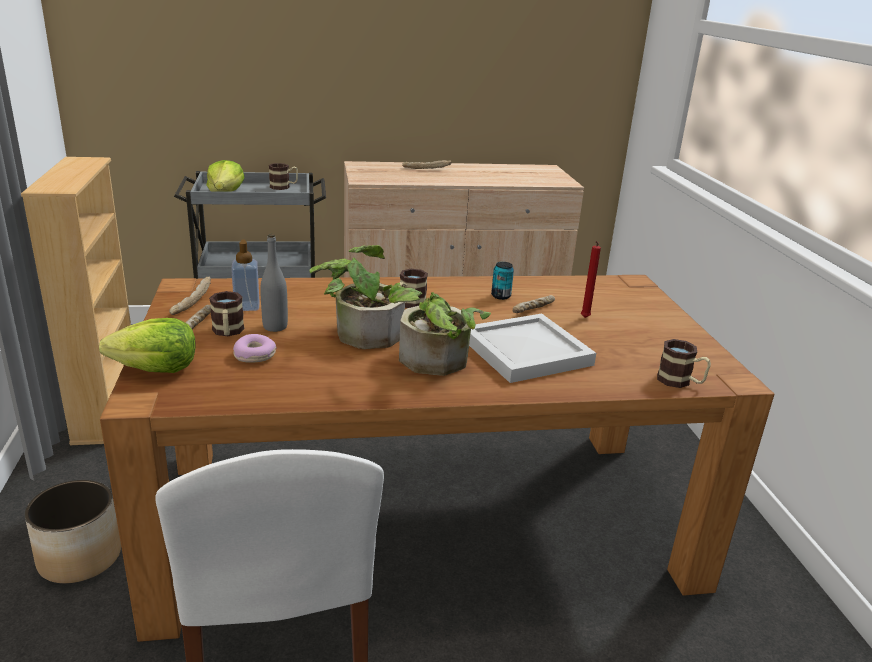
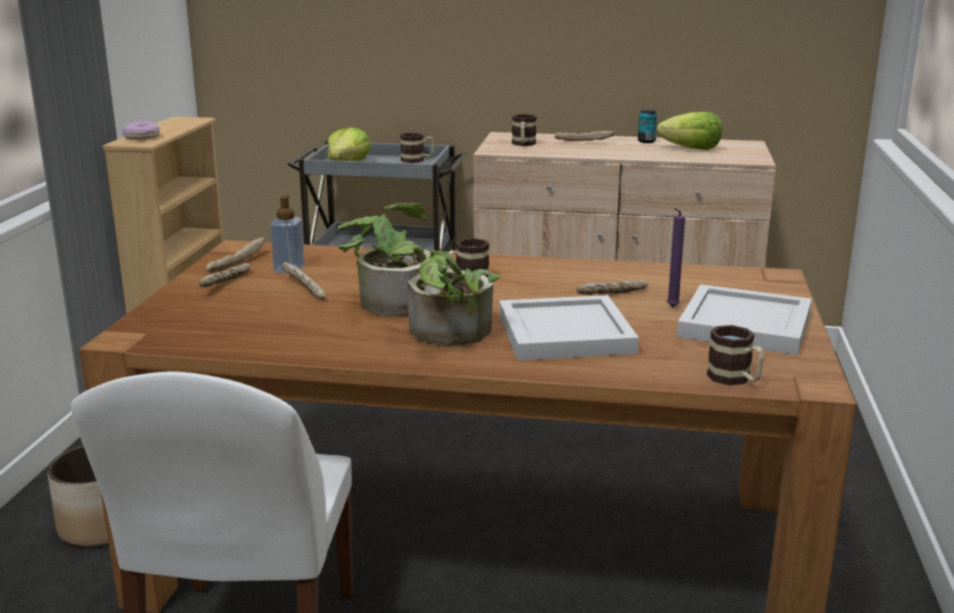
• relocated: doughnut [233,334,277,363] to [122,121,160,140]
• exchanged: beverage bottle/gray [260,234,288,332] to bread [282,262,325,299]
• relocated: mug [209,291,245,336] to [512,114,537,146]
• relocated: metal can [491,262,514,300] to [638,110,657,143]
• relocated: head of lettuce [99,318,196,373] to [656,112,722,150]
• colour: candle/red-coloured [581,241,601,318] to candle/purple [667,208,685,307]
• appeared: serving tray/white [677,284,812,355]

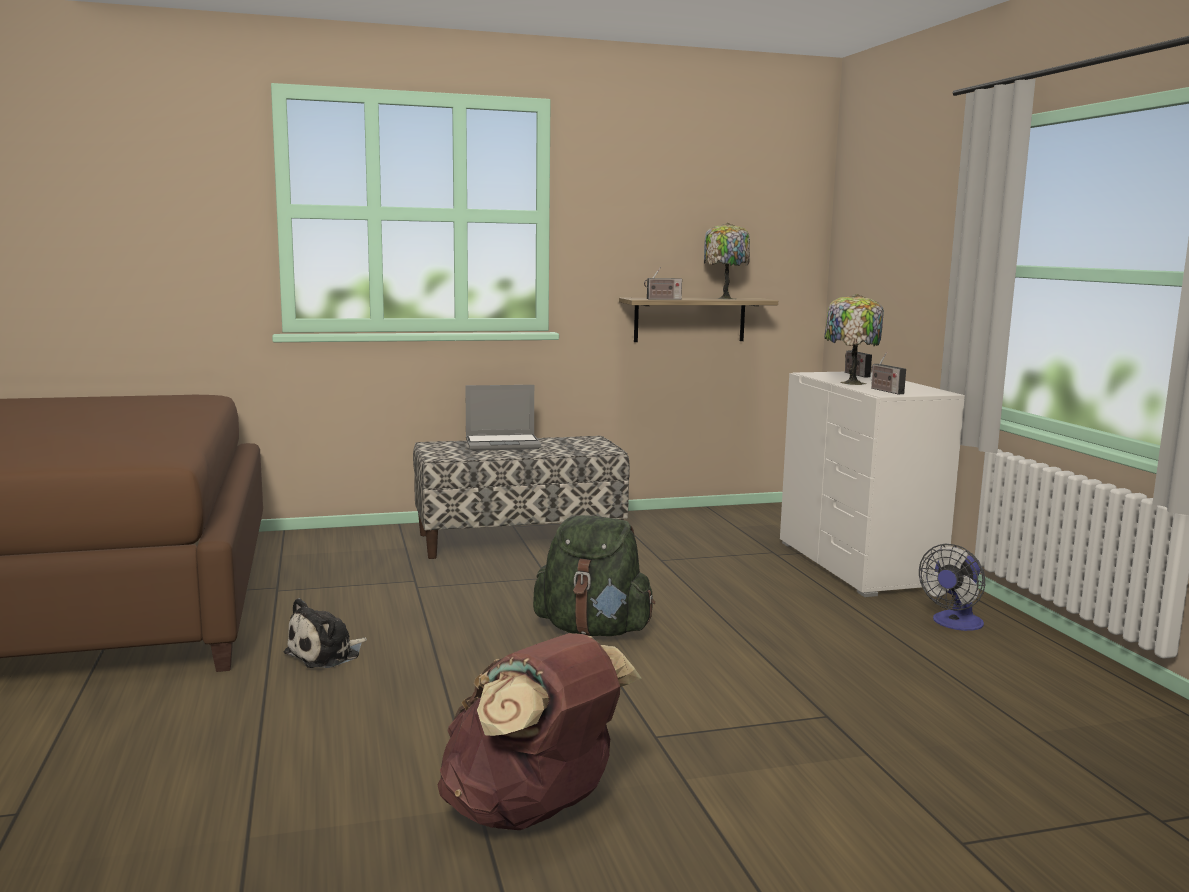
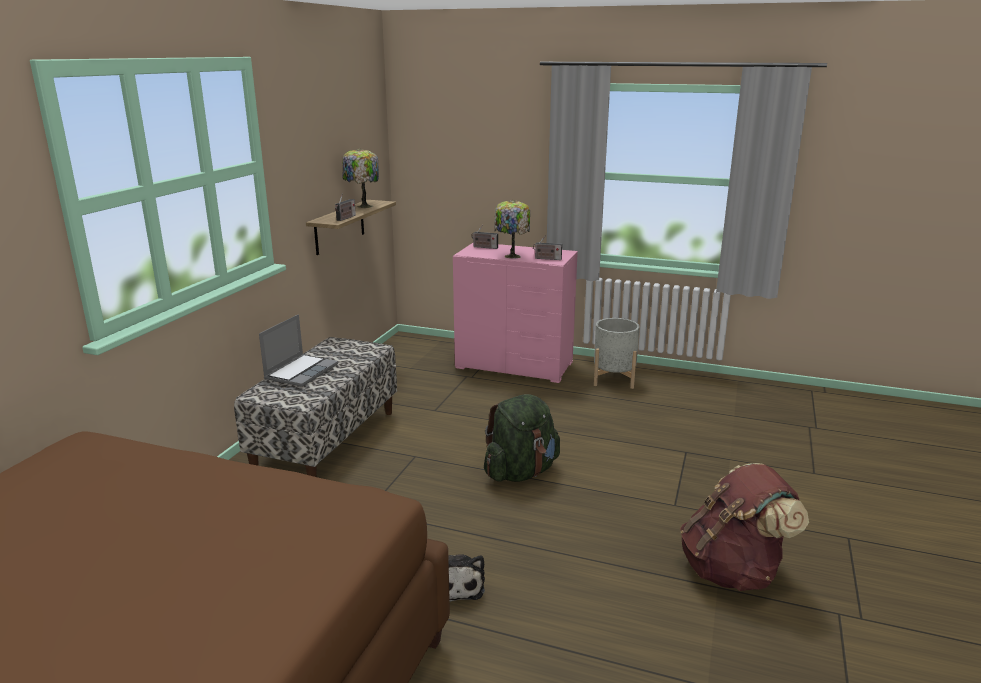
• colour: chest of drawers/white [780,372,965,597] to chest of drawers/pink-coloured [453,242,578,383]
• exchanged: cooling fan [919,544,985,631] to planter/gray [594,318,640,389]

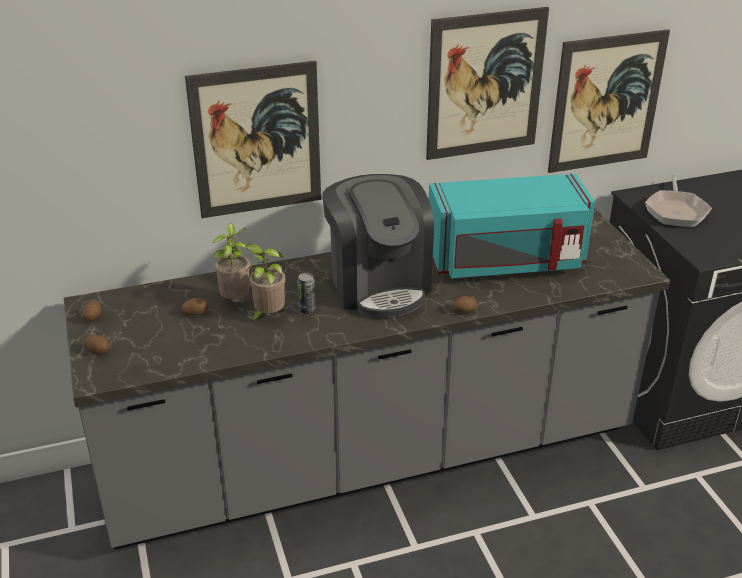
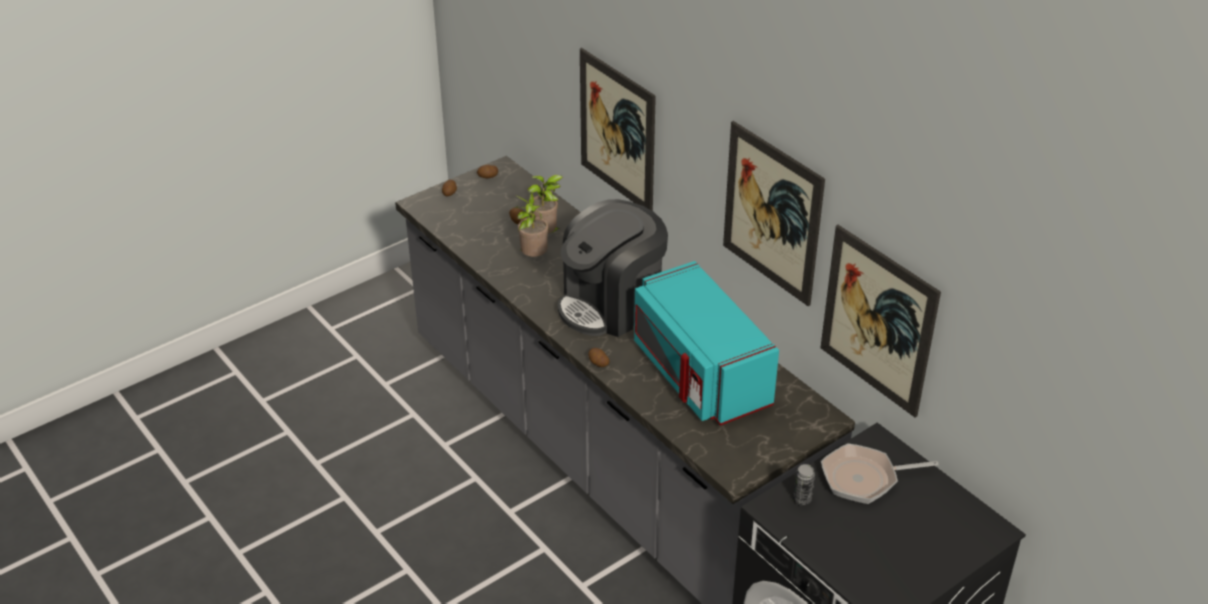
• relocated: metal can [297,273,316,314] to [793,464,815,506]

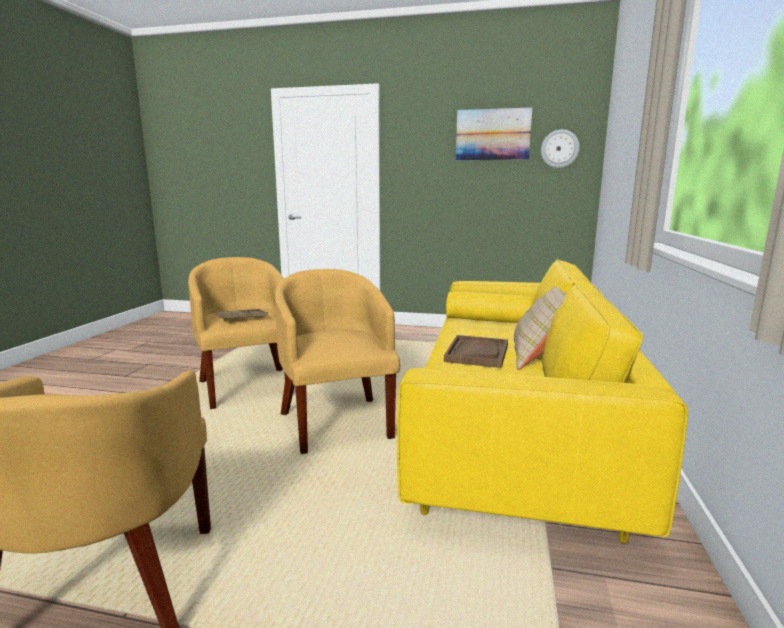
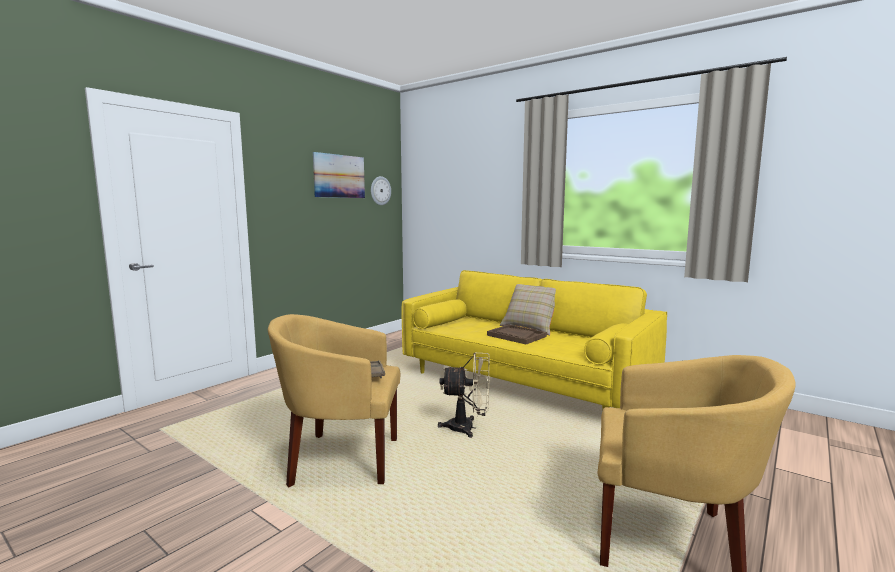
• exchanged: easy chair/yellow-coloured [275,269,400,454] to cooling fan/sand-coloured [438,352,490,438]

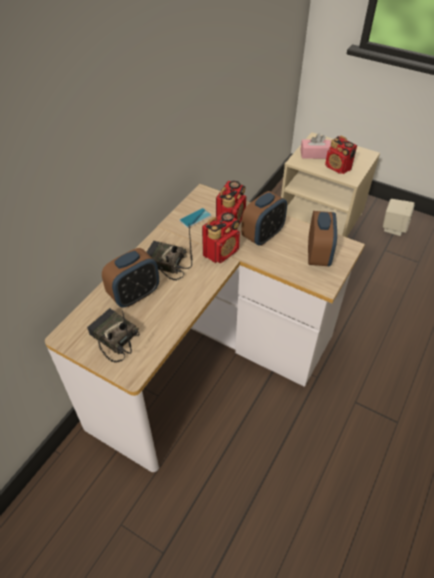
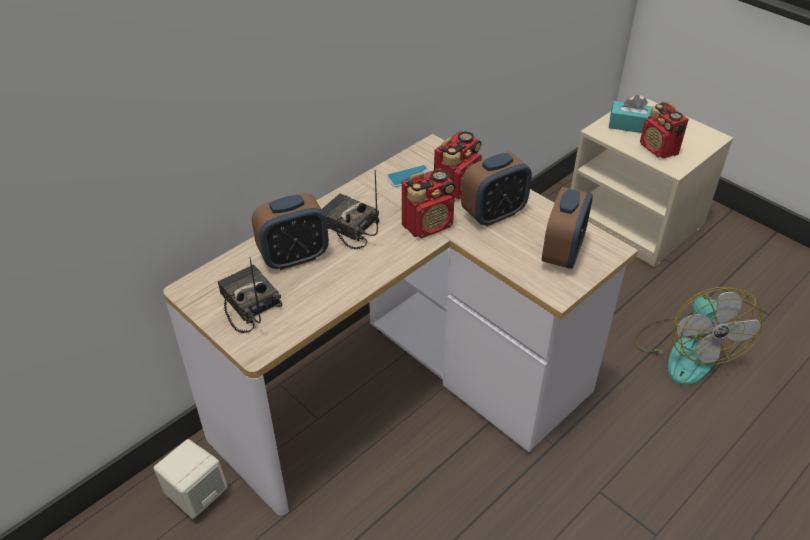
• relocated: speaker/sand-coloured [383,199,415,236] to [153,439,228,519]
• colour: box of tissues/pink-coloured [300,134,331,159] to box of tissues/blue-green [609,95,653,133]
• appeared: cooling fan [633,287,763,385]

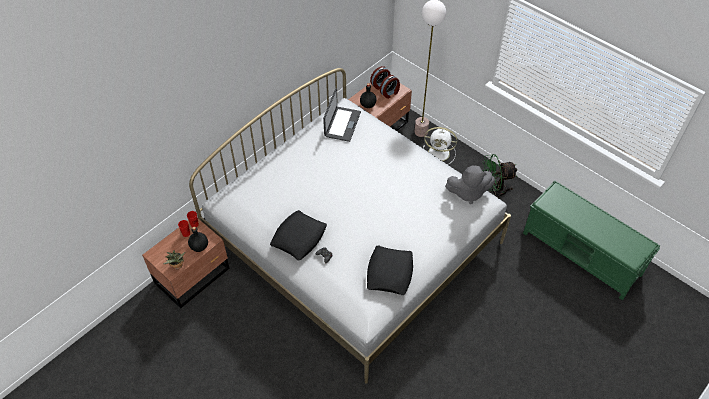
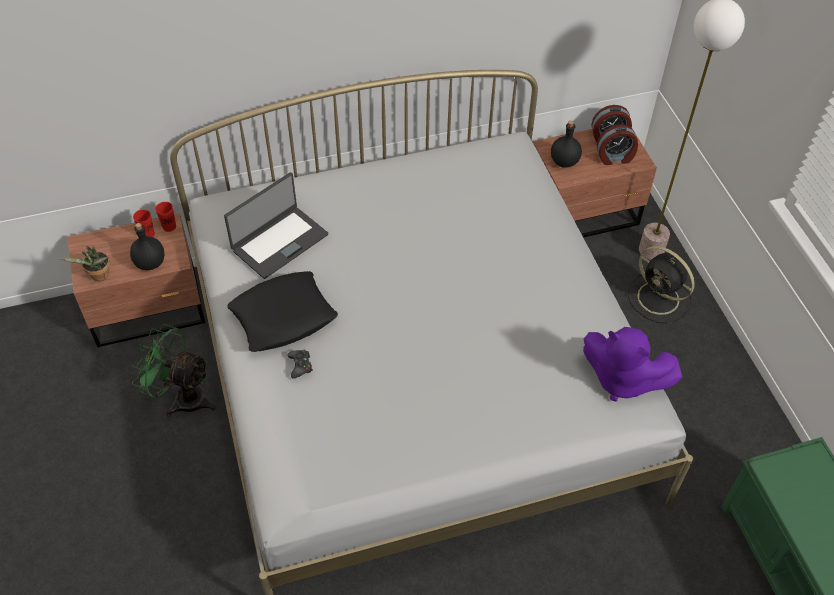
• relocated: cooling fan/green-coloured [482,154,517,198] to [132,324,216,417]
• relocated: notebook computer [323,89,361,142] to [224,172,328,279]
• colour: plush toy/gray [445,166,495,204] to plush toy/purple [583,327,682,401]
• colour: cooling fan/white [423,127,457,164] to cooling fan/black-coloured [628,246,695,324]
• missing: throw pillow/black-coloured [367,245,413,295]

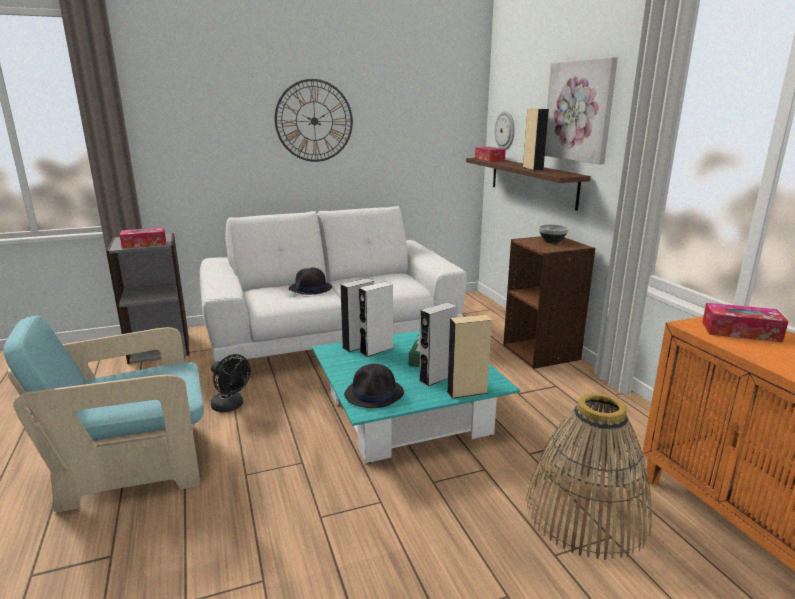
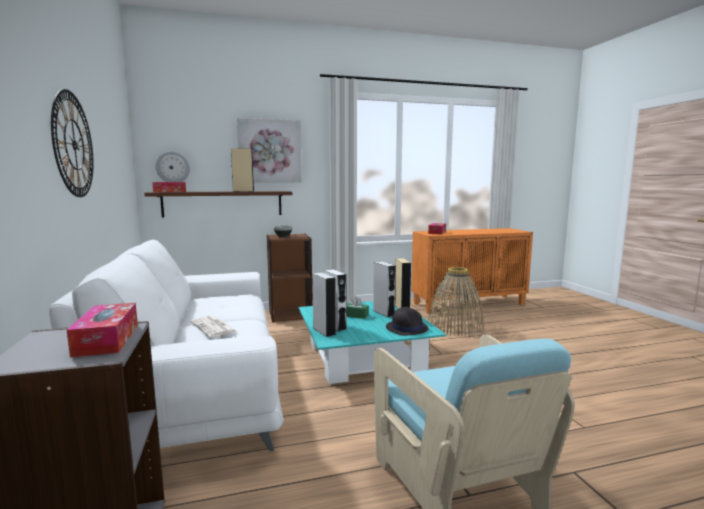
• exchanged: clothing hat/black-coloured [289,267,332,295] to daily paper [190,316,237,337]
• missing: cooling fan/black-coloured [211,354,251,413]

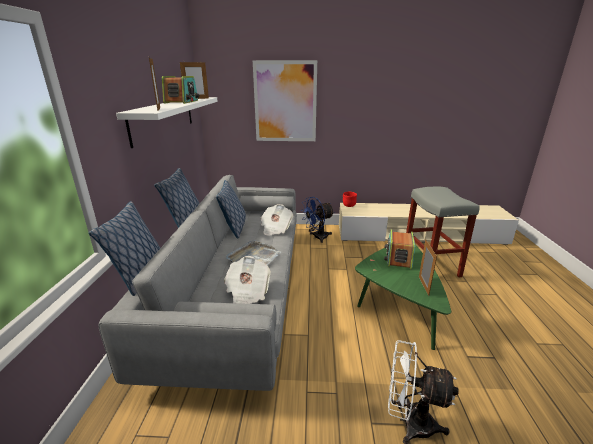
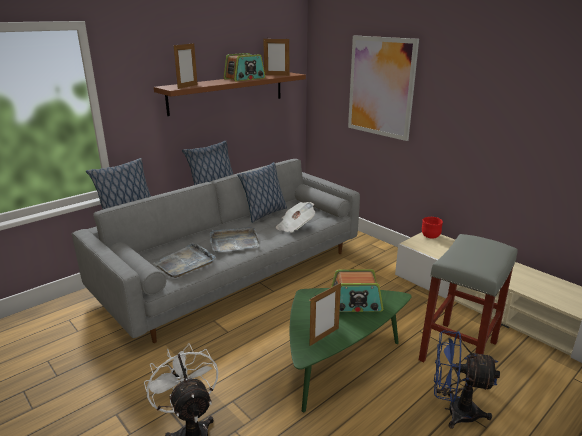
• exchanged: daily paper [224,256,271,304] to serving tray/gray [153,242,216,278]
• colour: bracket shelf/white [116,97,218,148] to bracket shelf/brownish [154,72,306,116]
• spun: radio [384,230,415,270] = [331,269,383,312] 150 degrees counterclockwise
• relocated: cooling fan/blue-coloured [301,197,335,243] to [434,330,500,429]

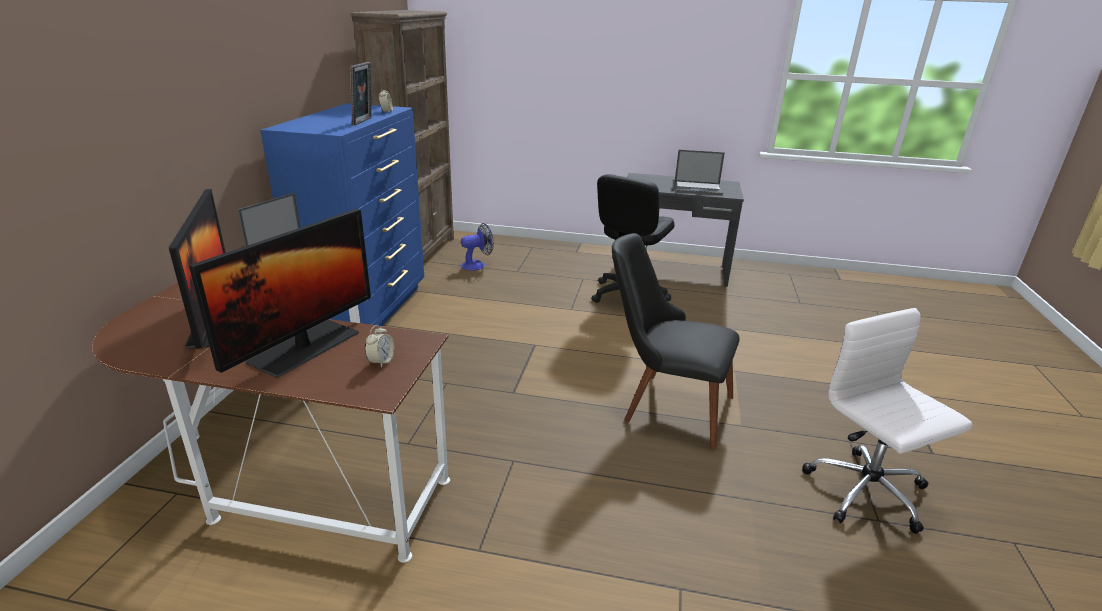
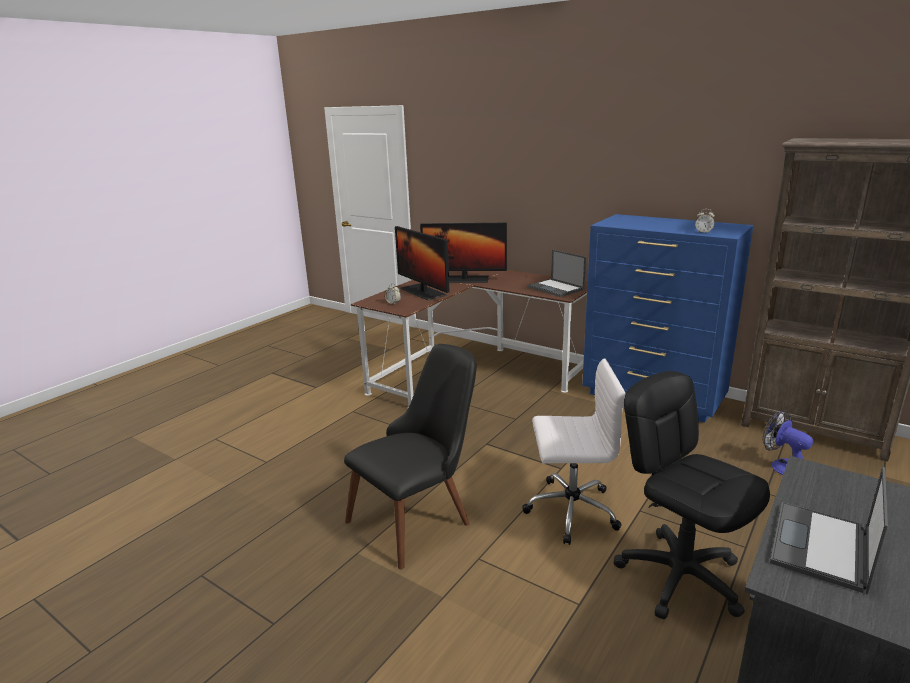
• relocated: desk chair/white [802,308,972,534] to [522,359,626,545]
• spun: cooling fan [461,223,494,271] = [763,410,813,475] 150 degrees clockwise
• missing: photo frame [350,62,372,125]

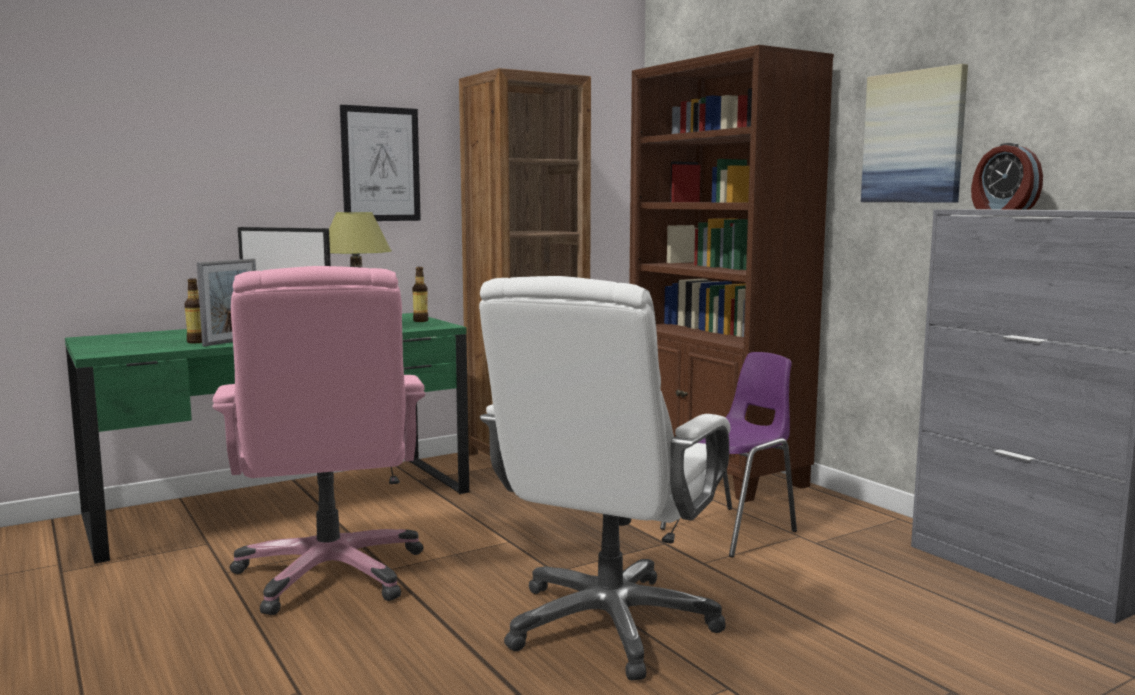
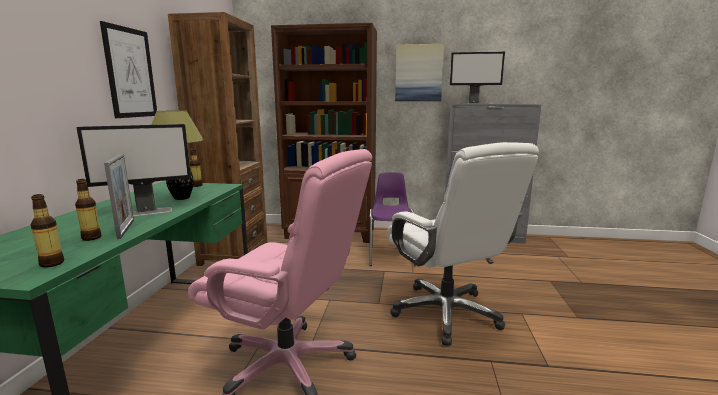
• appeared: beverage bottle [31,194,64,268]
• exchanged: table clock [971,143,1043,210] to monitor [450,52,505,104]

